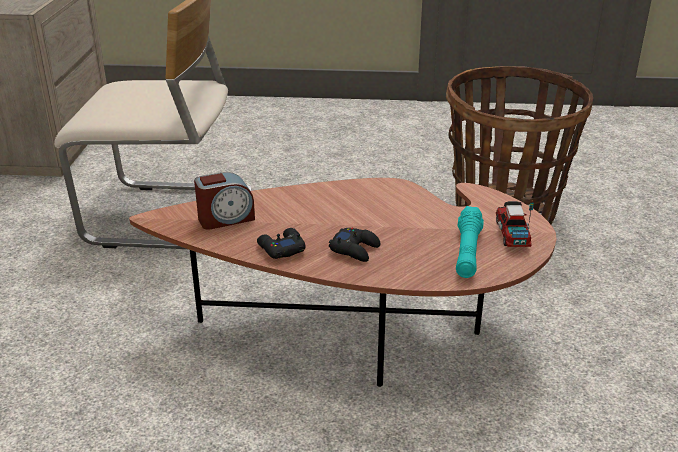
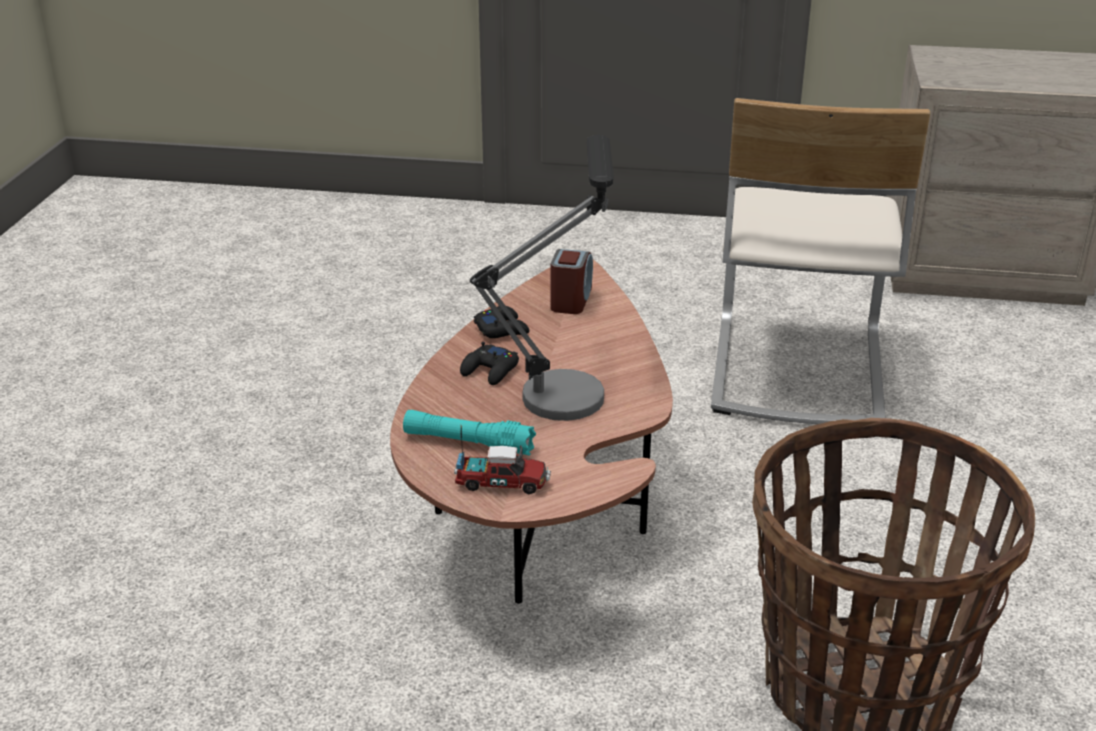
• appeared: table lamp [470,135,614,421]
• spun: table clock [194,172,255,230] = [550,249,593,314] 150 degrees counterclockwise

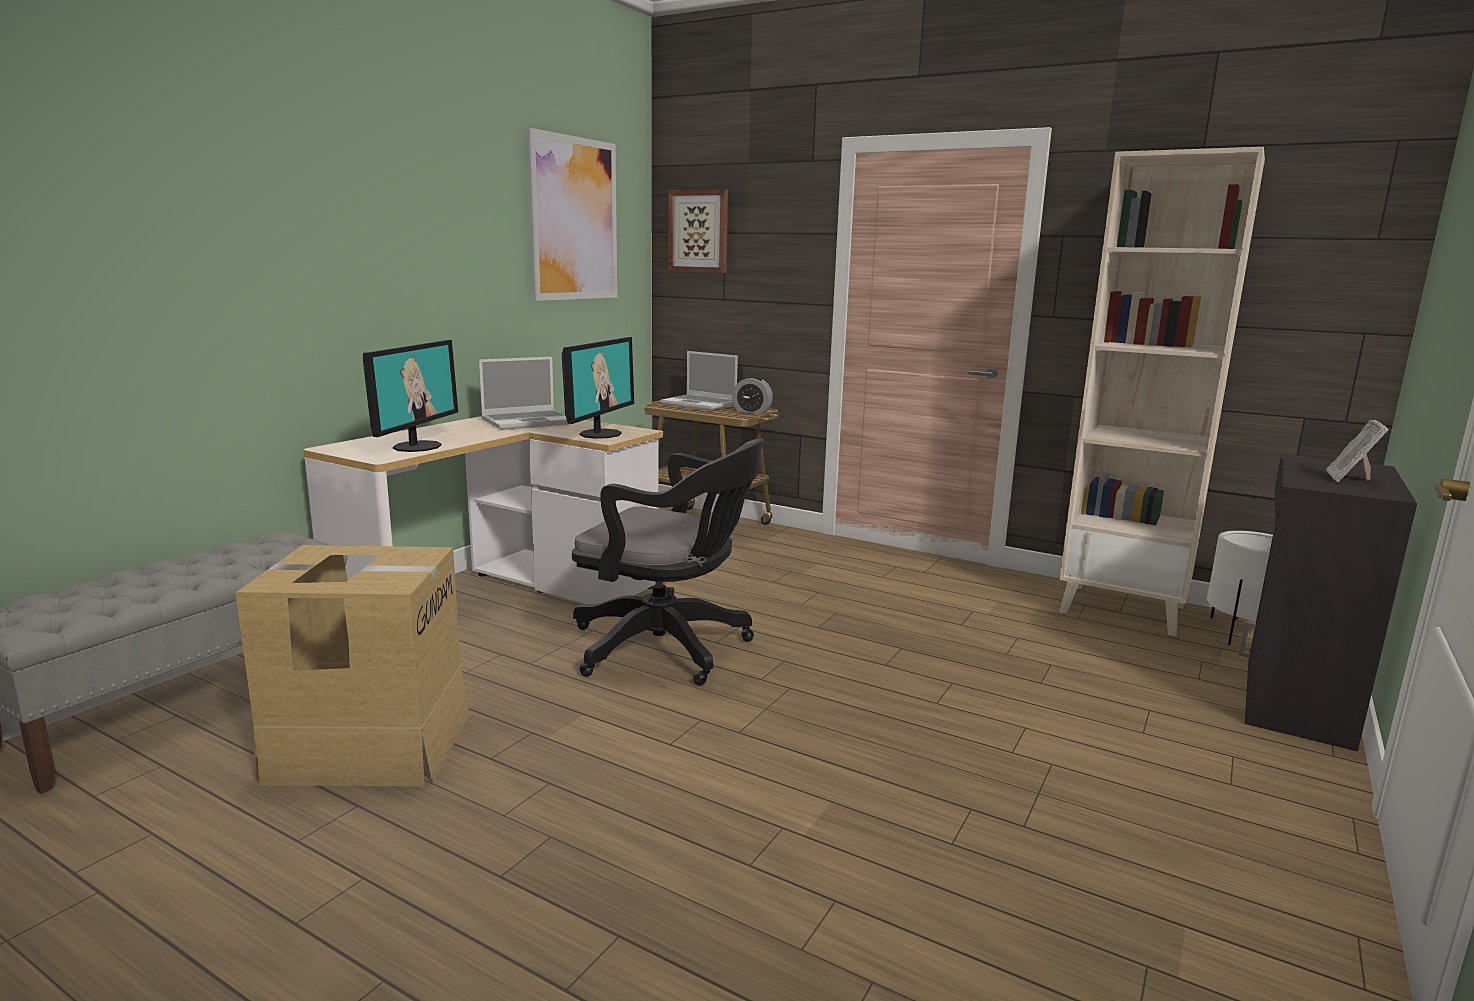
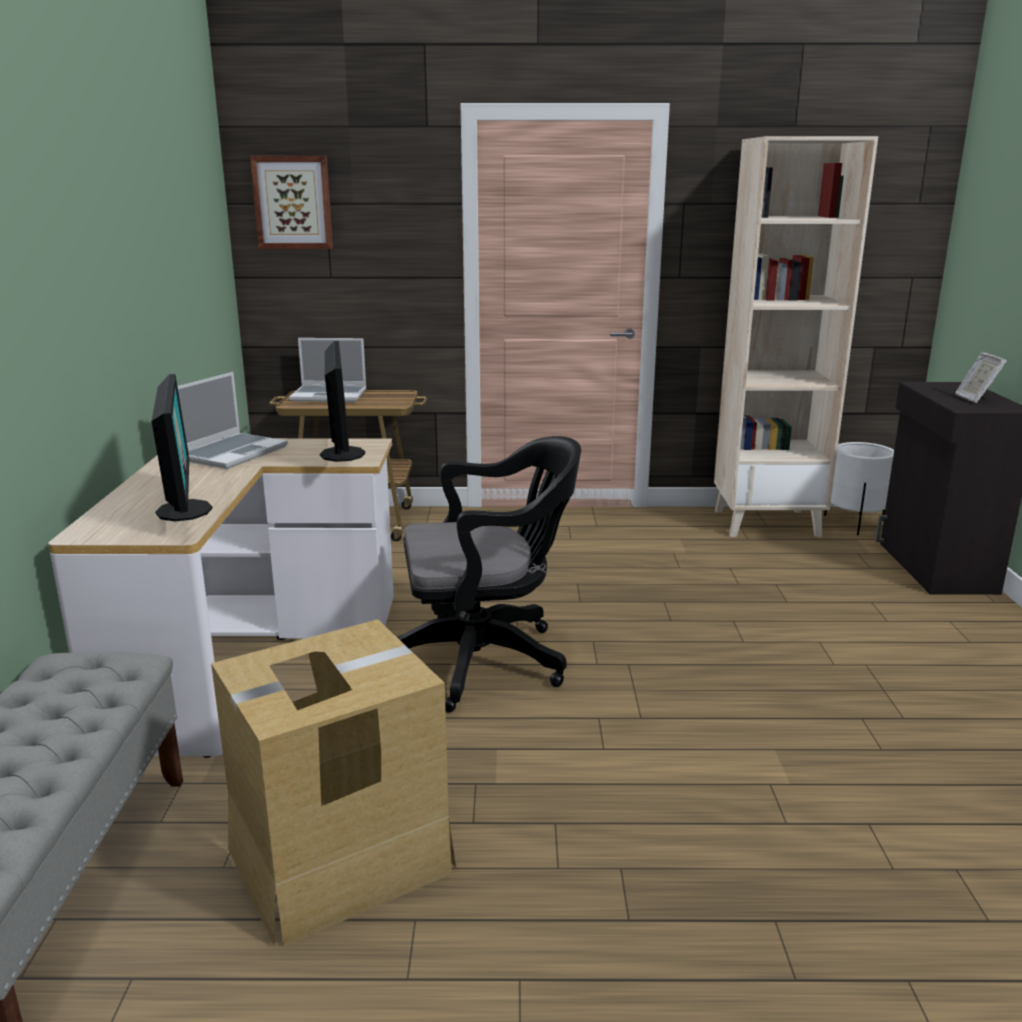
• missing: wall picture [526,128,617,301]
• missing: table clock [732,376,773,414]

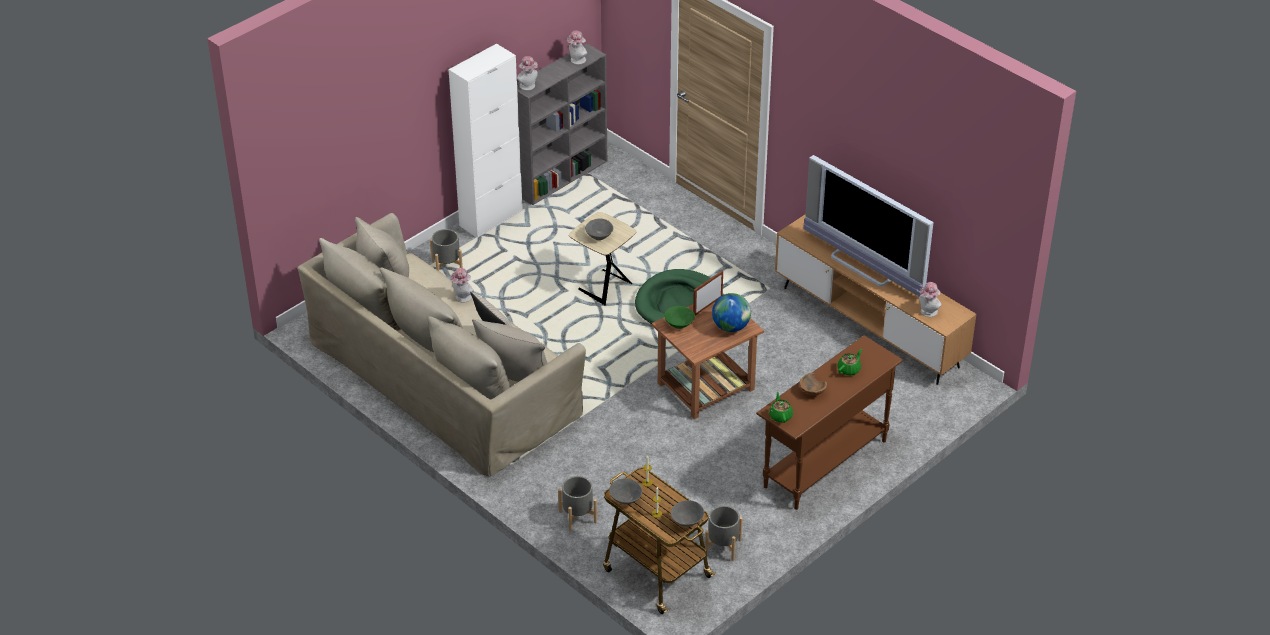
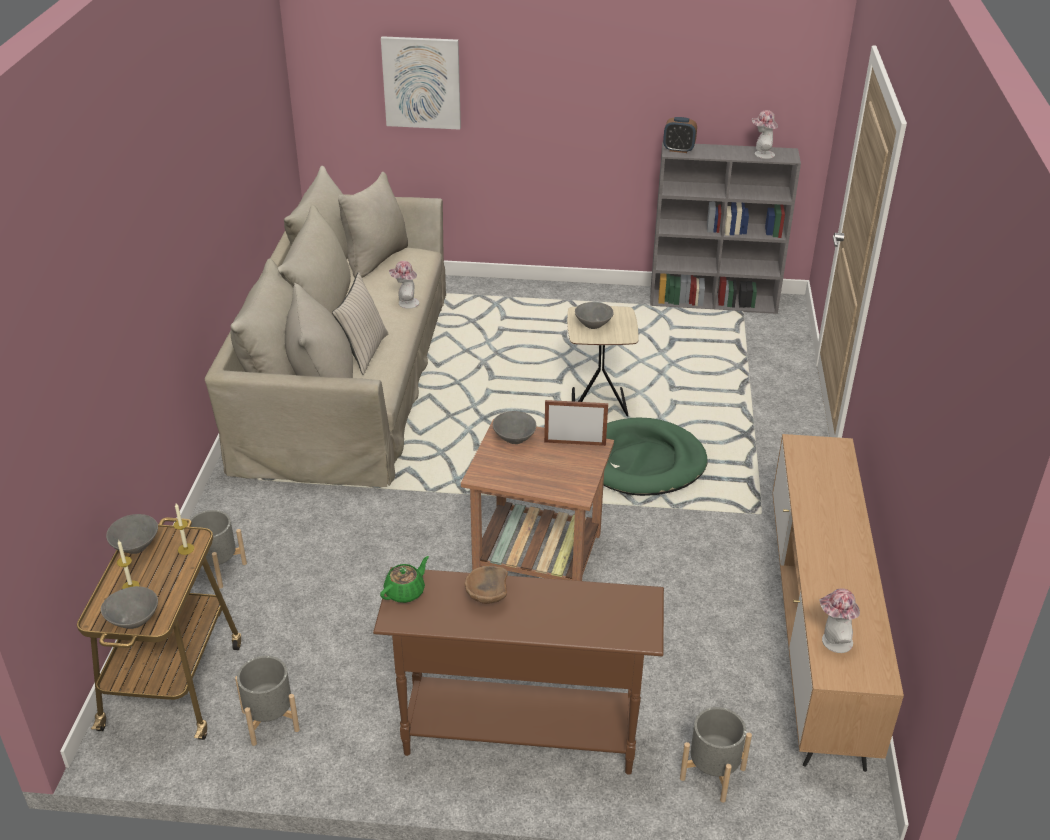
• appeared: wall picture [381,36,461,130]
• colour: deep dish/green-coloured [664,306,695,329] to deep dish/gray [493,411,536,444]
• exchanged: clothing hat [517,56,538,90] to table clock [663,117,697,153]
• relocated: planter/gray [430,229,463,271] to [680,707,752,802]
• missing: cupboard/white [449,44,523,238]
• missing: globe [712,293,751,332]
• missing: television [804,155,934,296]
• missing: tea pot/green-coloured [837,349,862,376]

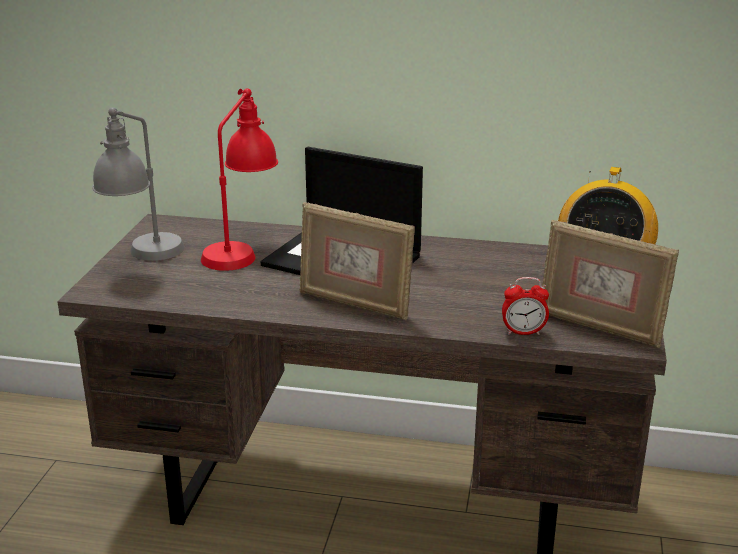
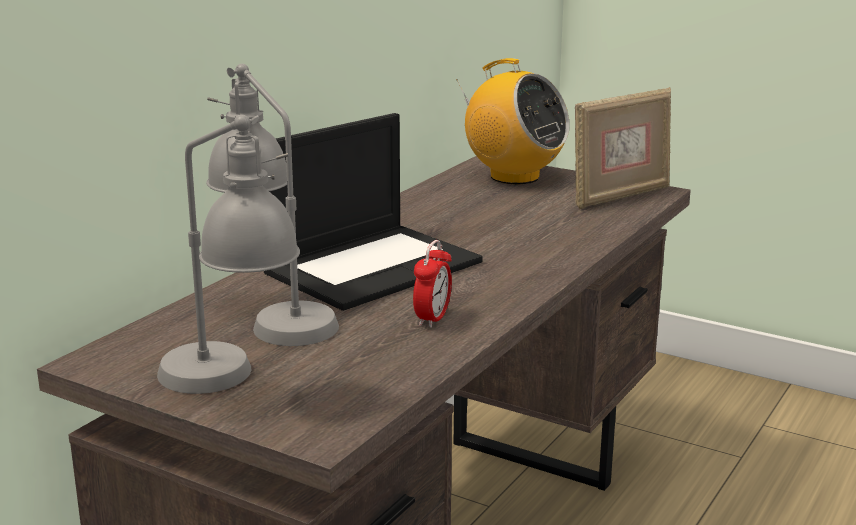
• colour: table lamp/red-coloured [201,88,278,271] to table lamp/gray [206,64,339,346]
• relocated: table clock [502,277,549,335] to [413,240,452,328]
• missing: photo frame [300,202,415,320]

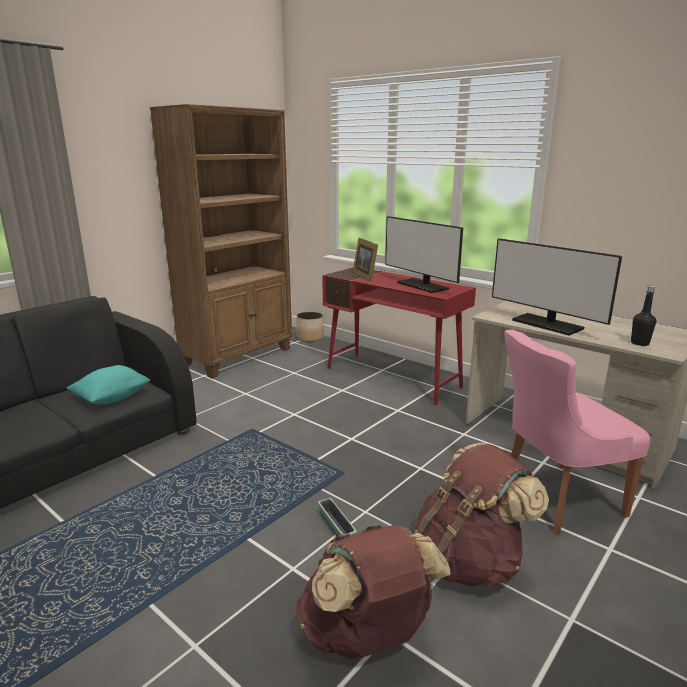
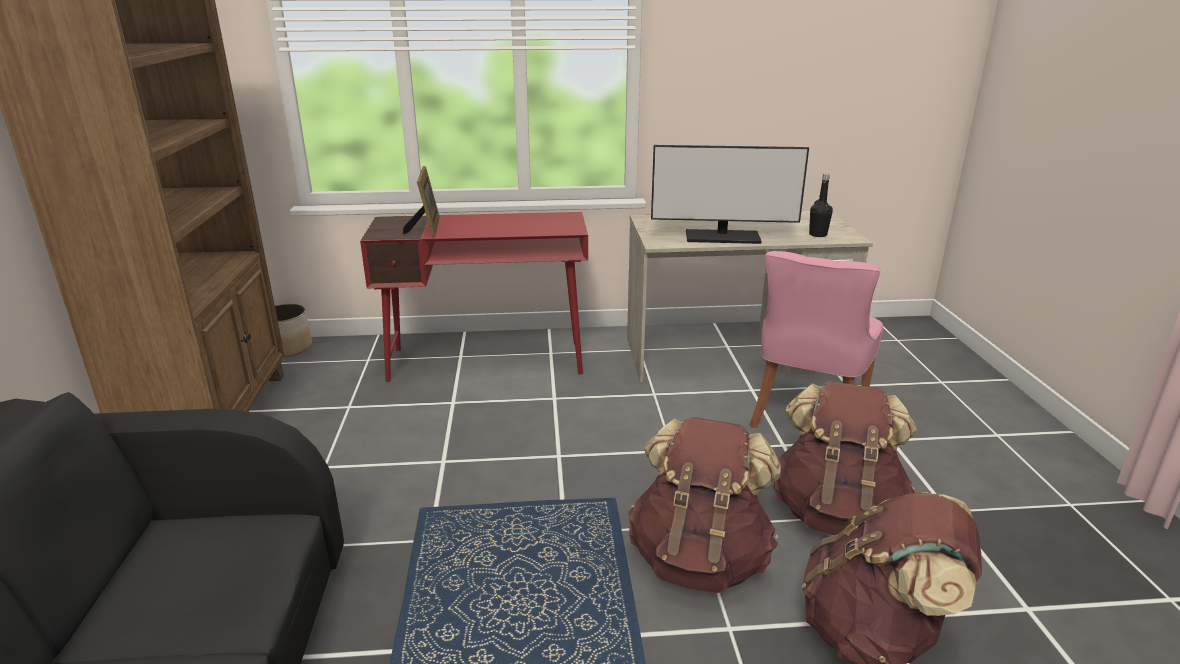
• spun: photo frame [353,238,378,282] = [403,166,440,237] 120 degrees counterclockwise
• exchanged: planter [318,498,357,537] to knapsack/brownish [628,417,781,593]
• missing: throw pillow/blue-green [66,365,150,404]
• missing: monitor [385,216,463,293]

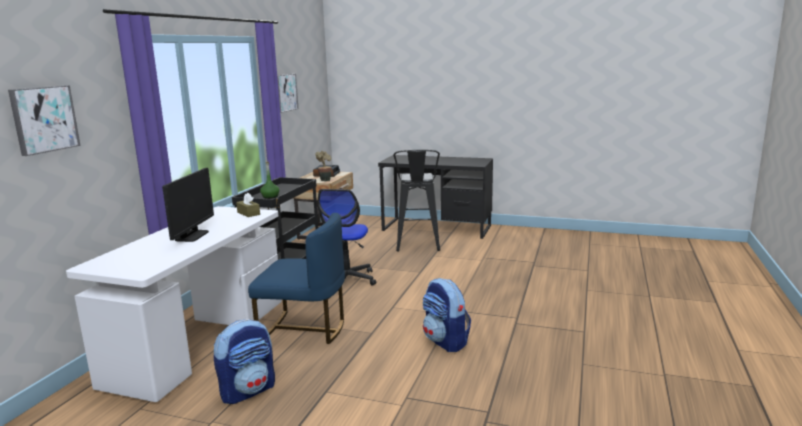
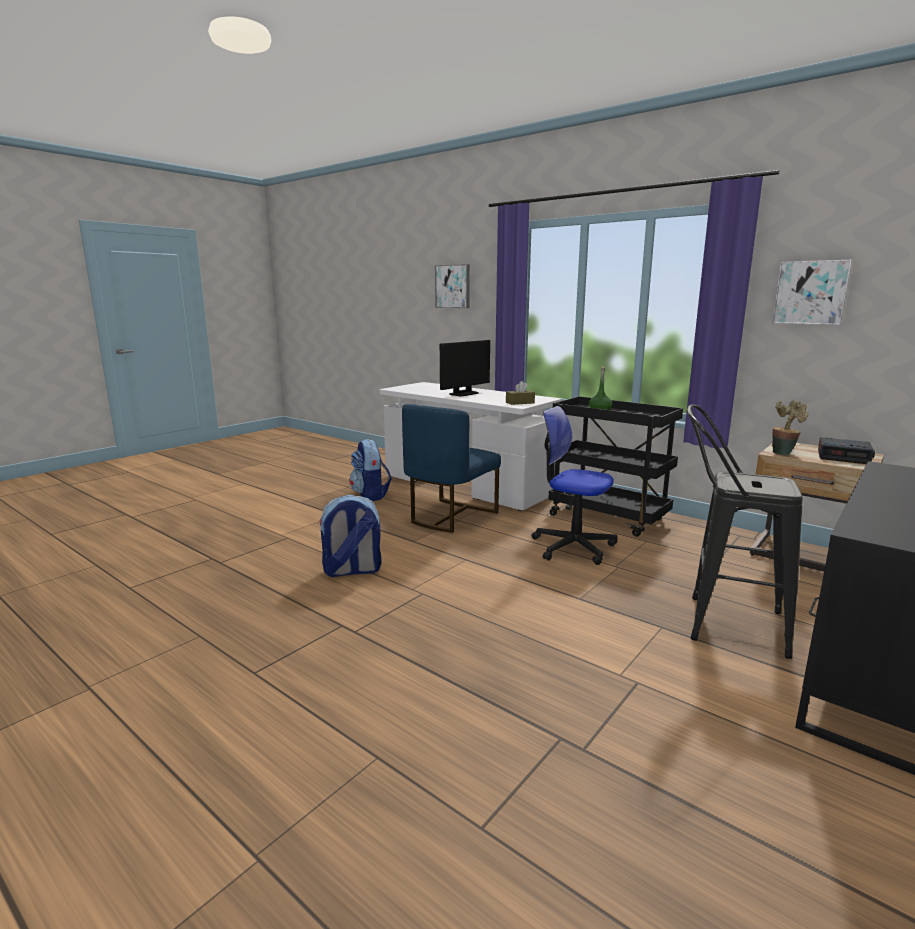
• spun: monitor [162,168,214,242] = [440,340,490,396] 75 degrees counterclockwise

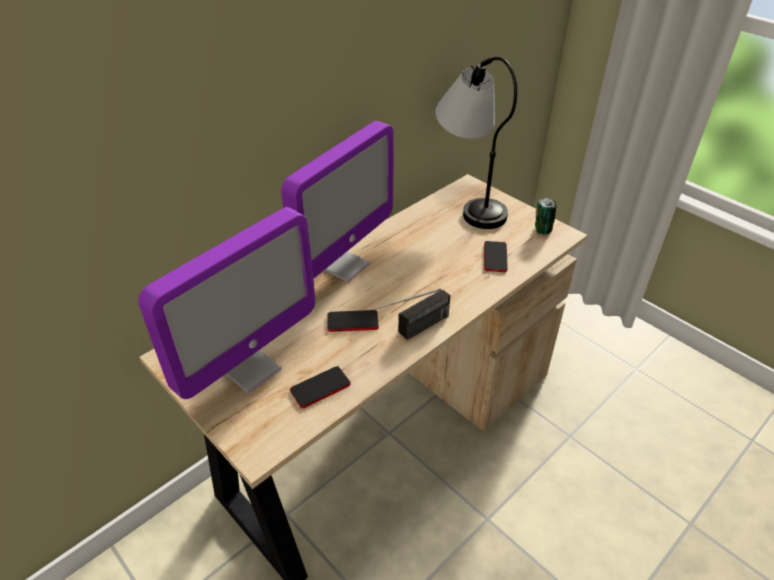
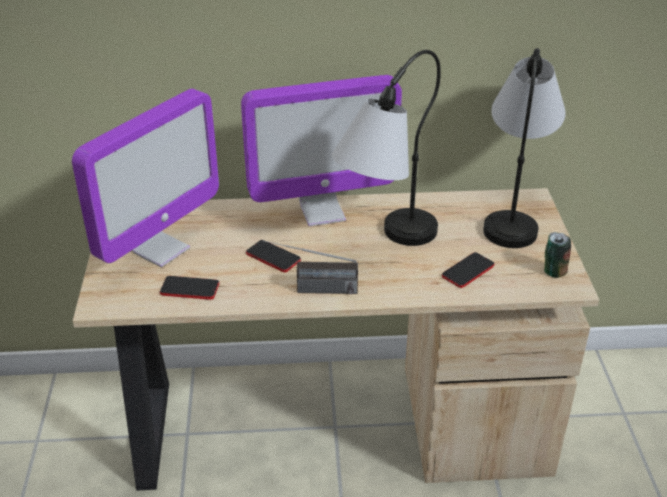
• spun: monitor [138,207,316,399] = [72,89,219,267] 45 degrees counterclockwise
• appeared: table lamp [332,50,441,246]

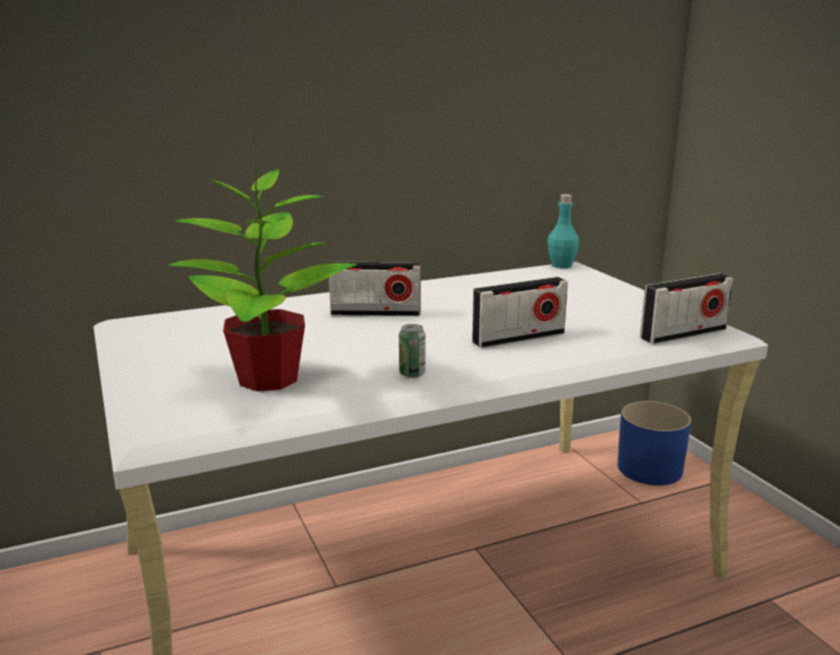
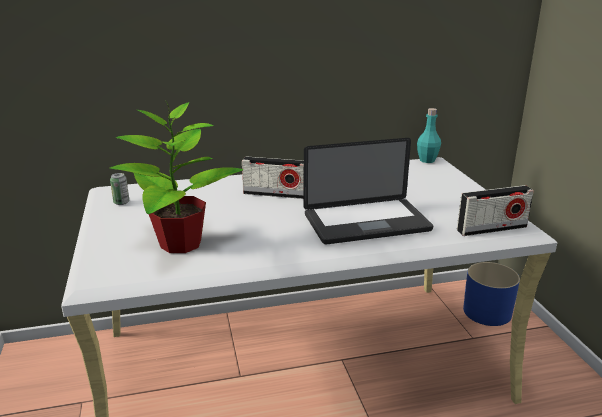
• relocated: metal can [399,324,425,378] to [110,173,129,205]
• exchanged: radio [472,277,568,348] to notebook computer [304,138,434,244]

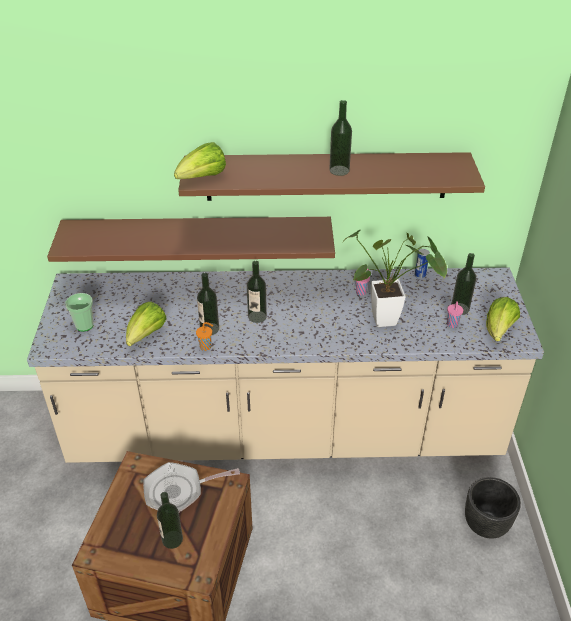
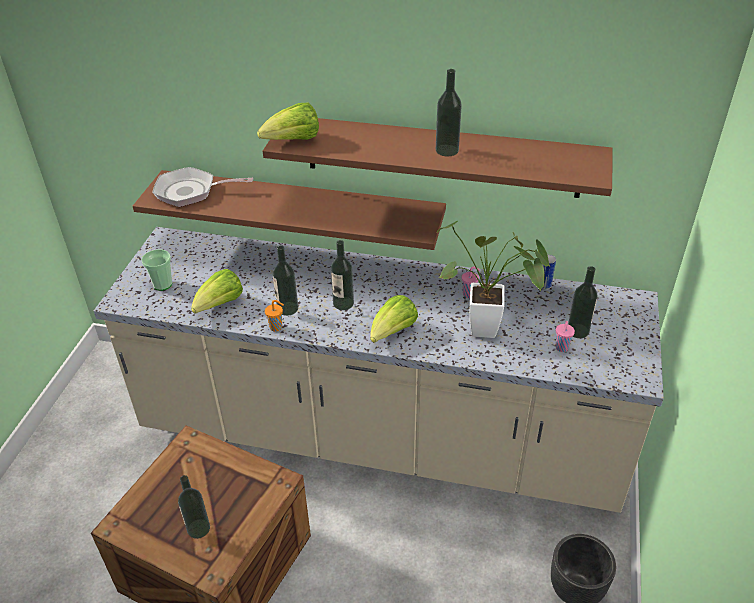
• relocated: skillet [143,462,240,512] to [153,167,253,207]
• relocated: head of lettuce [486,297,520,341] to [370,295,418,343]

